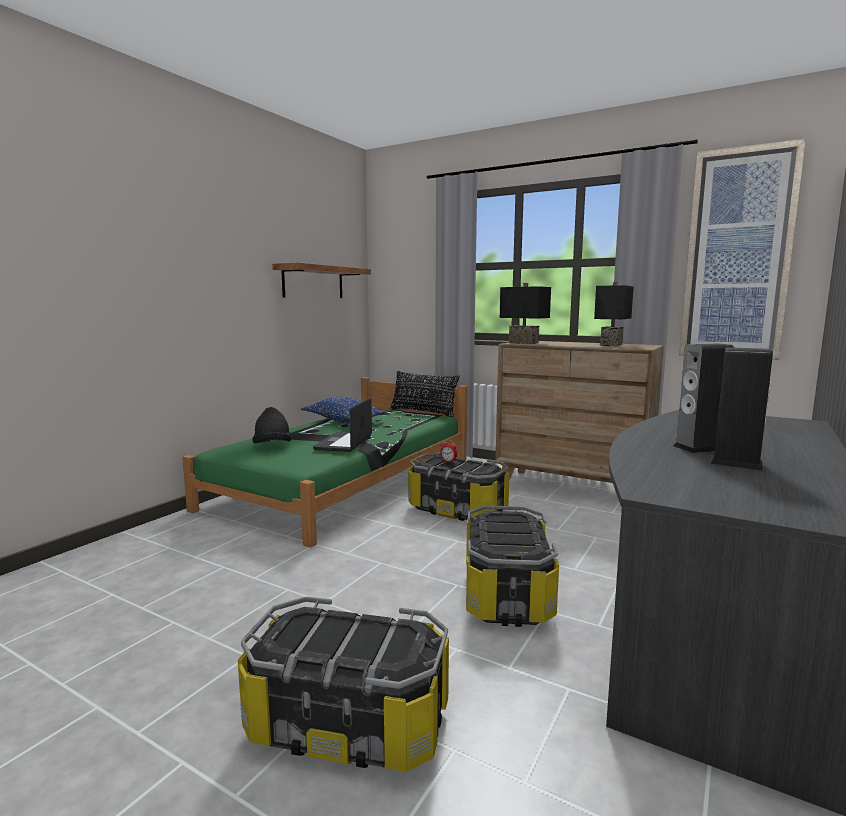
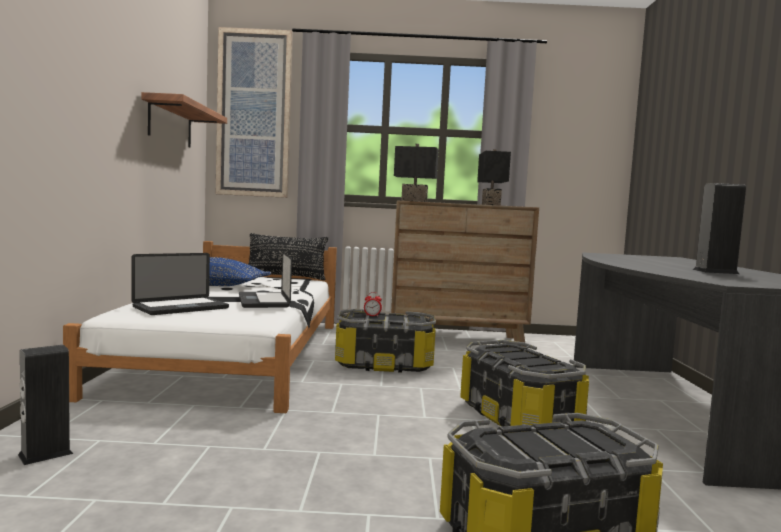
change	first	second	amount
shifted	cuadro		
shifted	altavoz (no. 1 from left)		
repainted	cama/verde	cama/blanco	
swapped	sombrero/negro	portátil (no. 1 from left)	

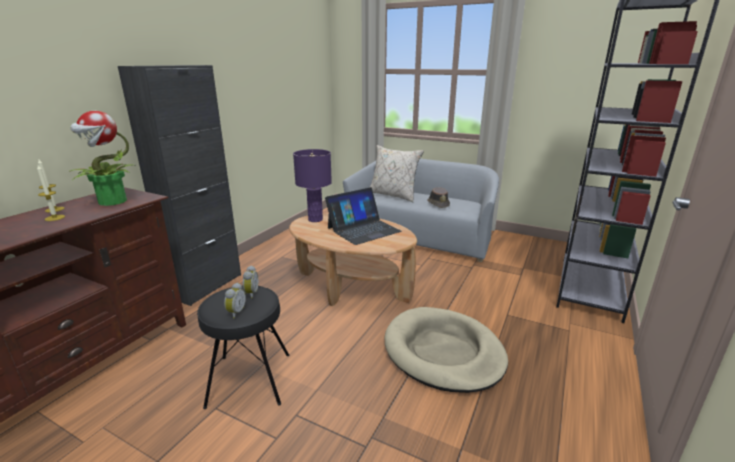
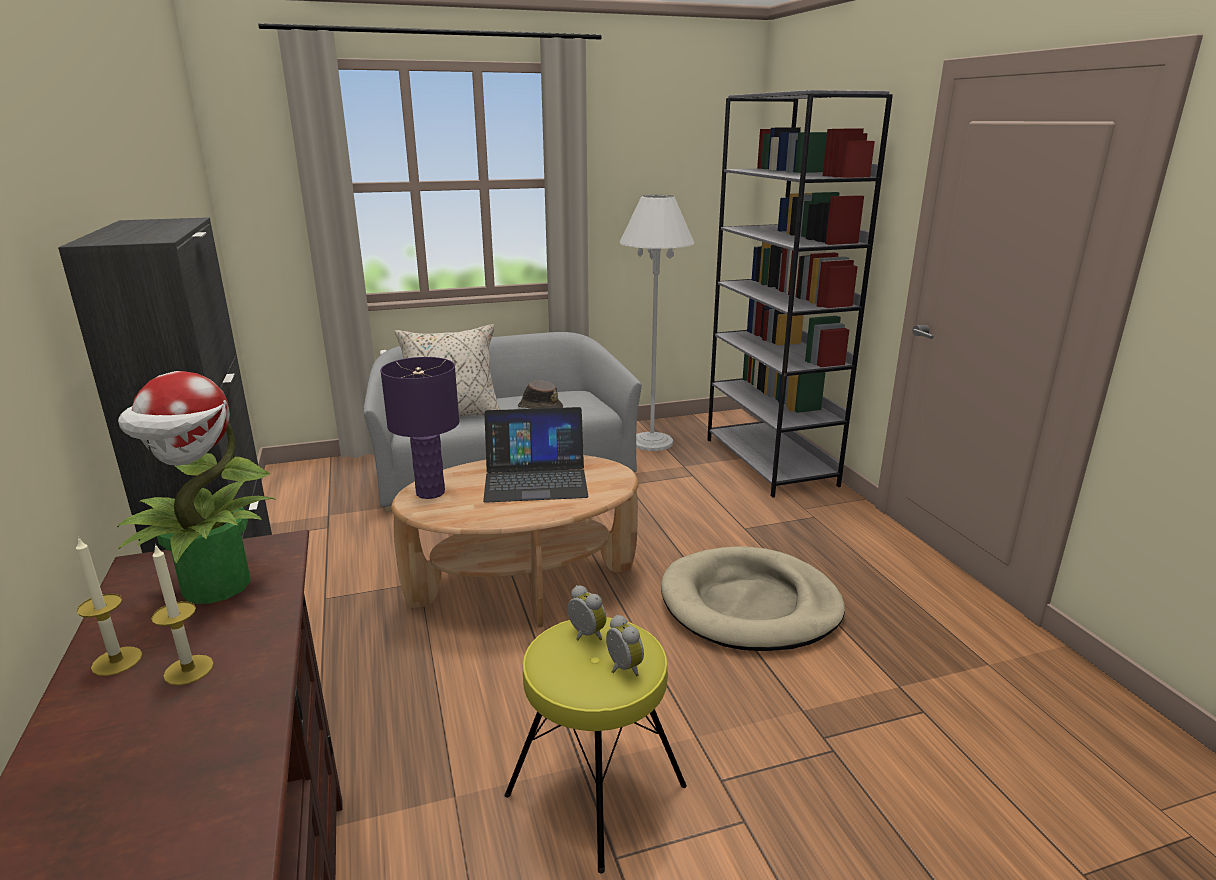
change	first	second	amount
rotated	portátil		75 degrees clockwise
repainted	taburete/negro	taburete/amarillo	
new		lámpara de pie/blanco	

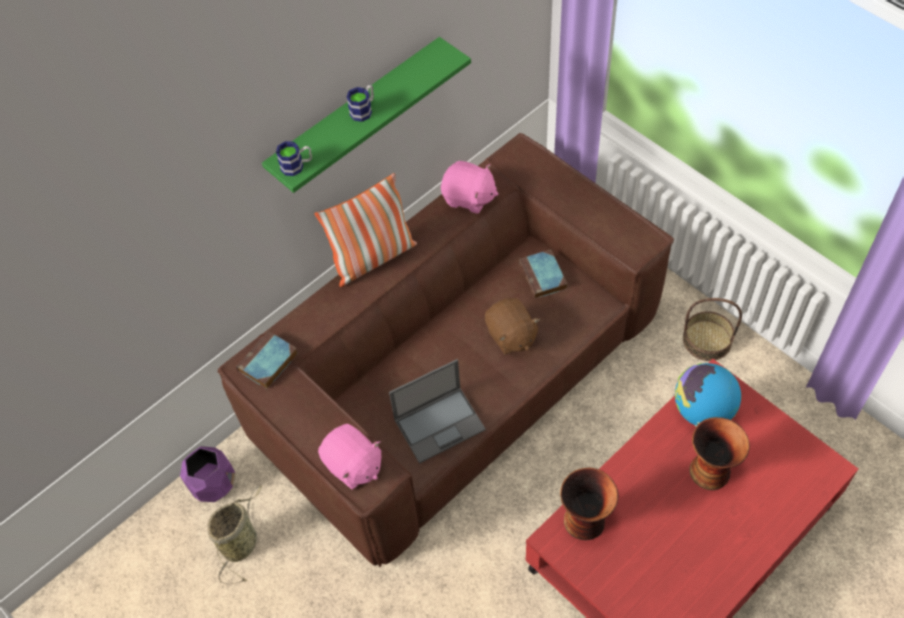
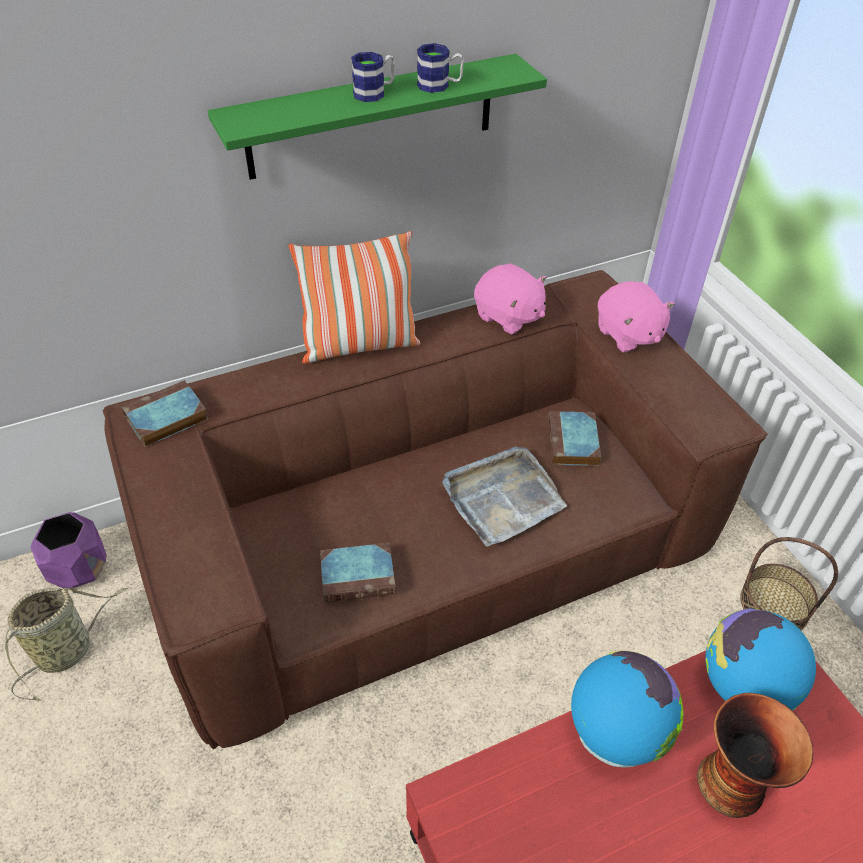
change	first	second	amount
shifted	taza grande (no. 1 from left in the first image)	taza grande (no. 2 from left)	
swapped	peluche/marrón	bandeja/gris	
swapped	portátil	libro (no. 2 from left)	
shifted	peluche/rosa (no. 1 from left in the first image)	peluche/rosa (no. 2 from left)	
gone	florero (no. 1 from left)		
new		globo terráqueo (no. 1 from left)	

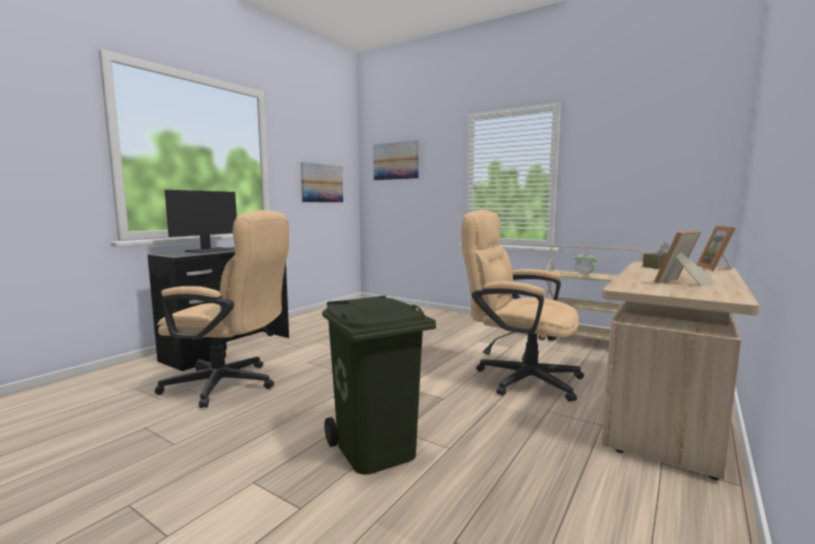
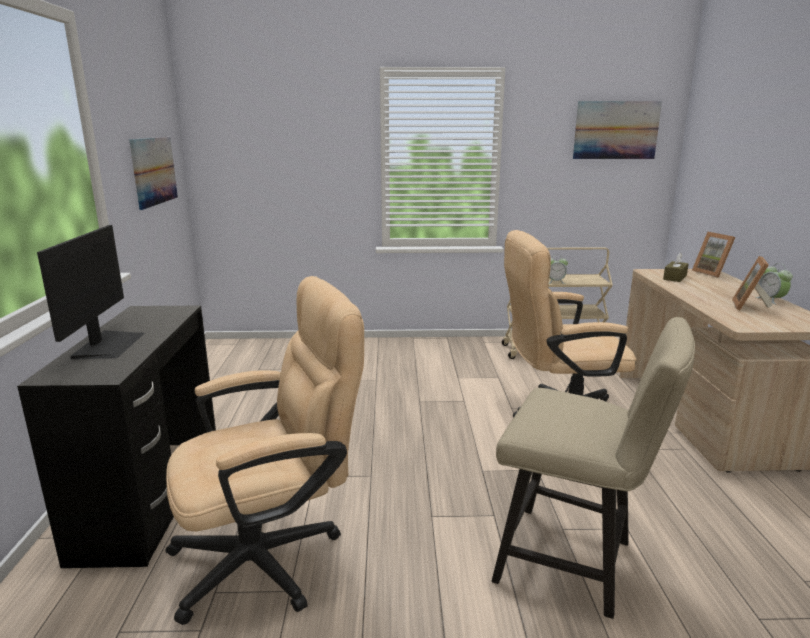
change	first	second	amount
shifted	cuadro (no. 2 from left)		
swapped	papelera/verde	silla/beis	
new		despertador (no. 2 from left)	

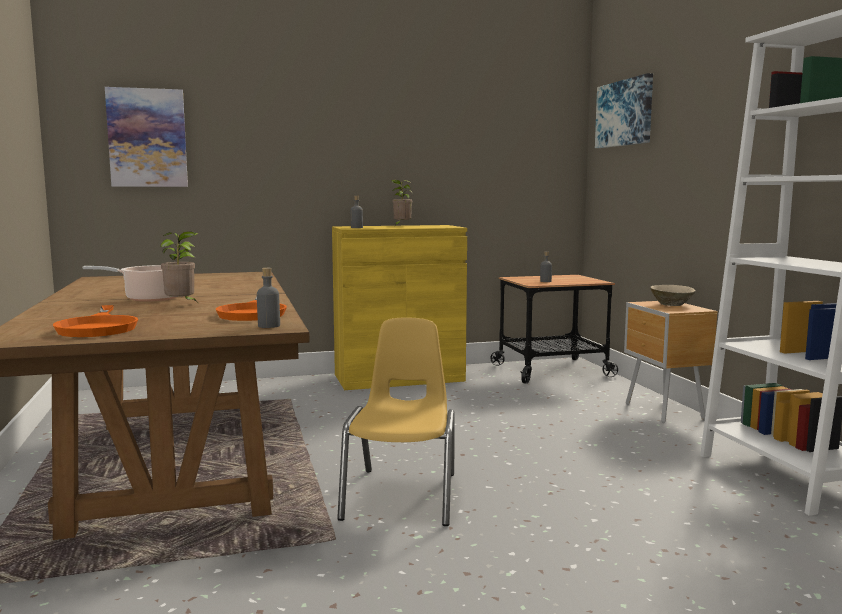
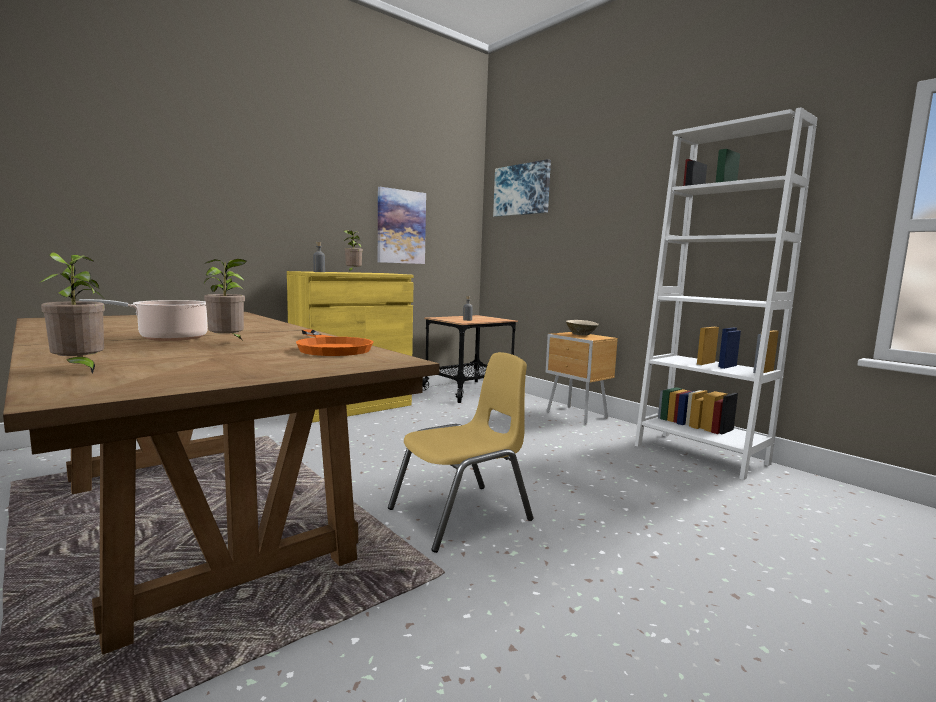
change	first	second	amount
shifted	cuadro (no. 1 from left)		
gone	botella/gris (no. 1 from left)		
gone	sartén/naranja (no. 1 from left)		
rotated	silla/amarillo		75 degrees clockwise
new		planta en maceta (no. 1 from left)	

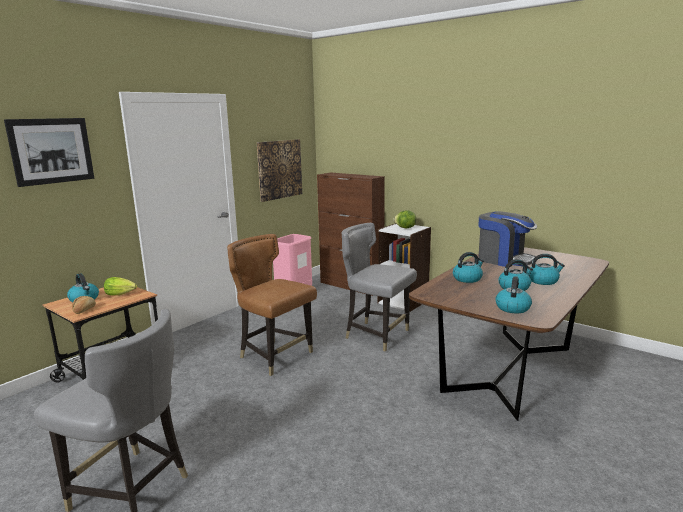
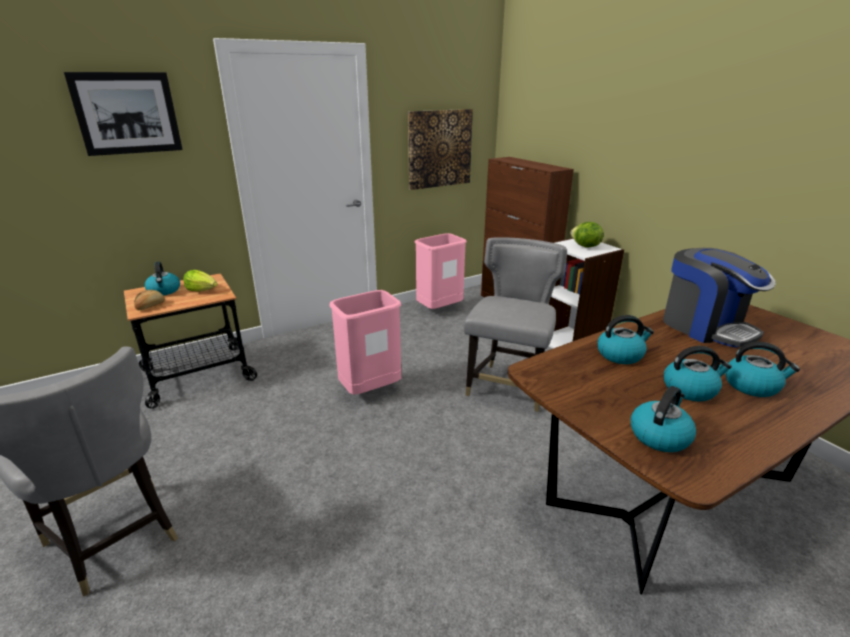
change	first	second	amount
rotated	silla/gris (no. 2 from left)		60 degrees clockwise
swapped	silla/marrón	papelera/rosa (no. 1 from left)	

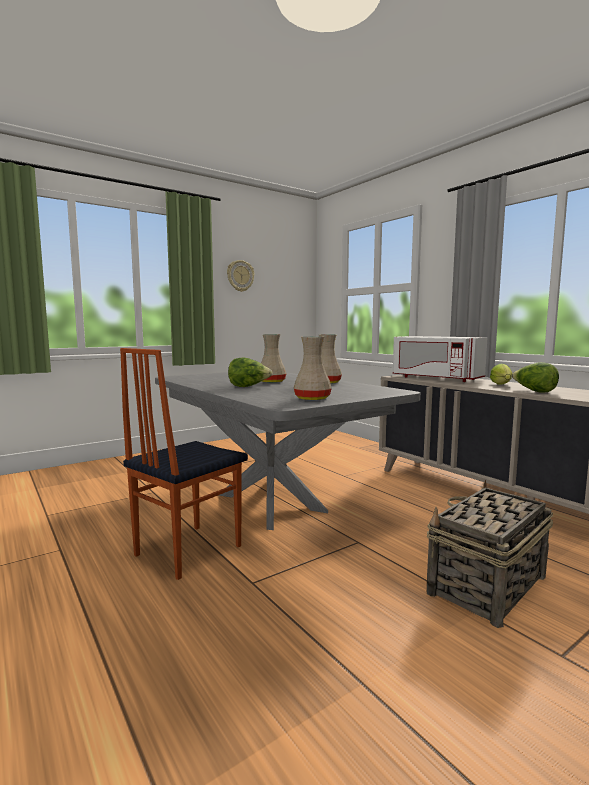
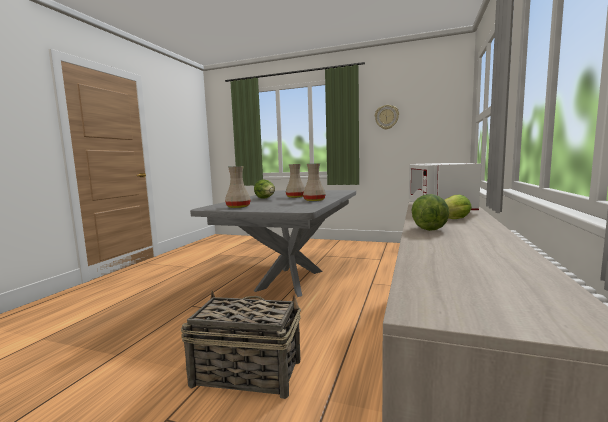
change	first	second	amount
gone	silla		

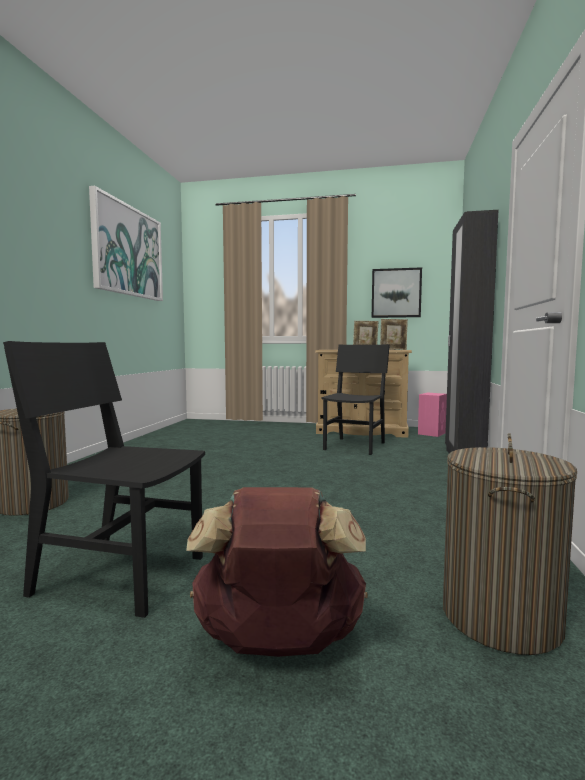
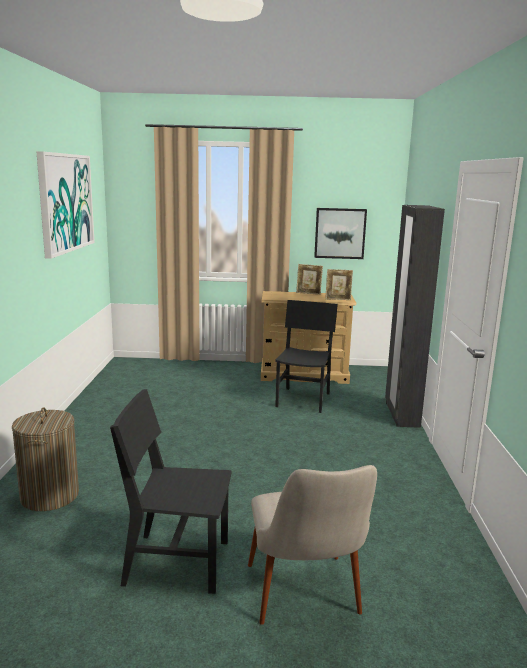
change	first	second	amount
gone	altavoz/rosa		
gone	cesto de la ropa (no. 2 from left)		
swapped	mochila/marrón	silla/beis	

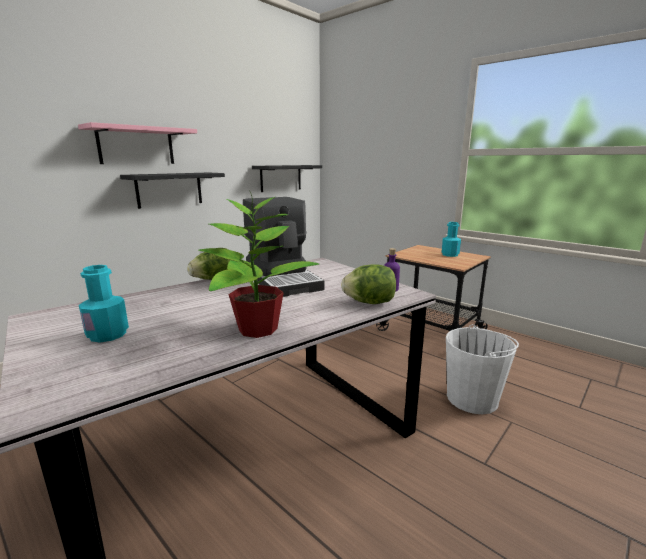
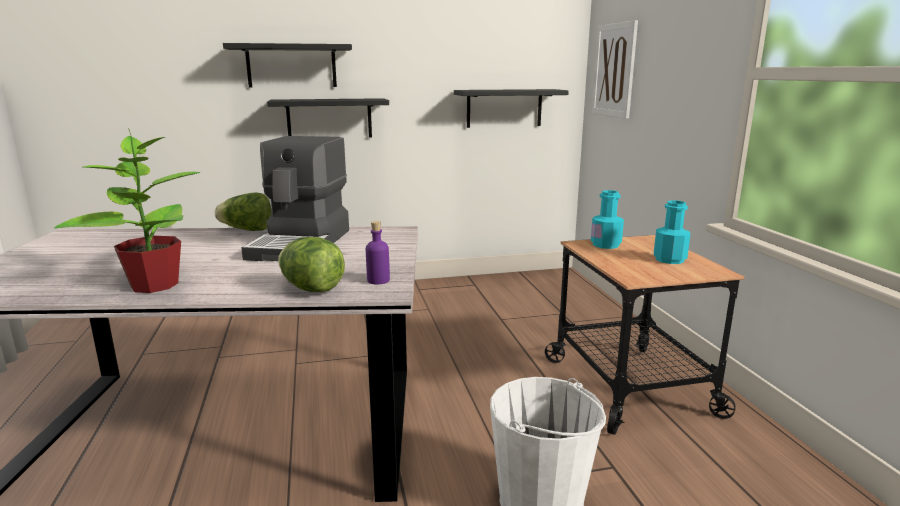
change	first	second	amount
repainted	estante/rosa	estante/negro (no. 1 from left)	
shifted	botella/turquesa (no. 1 from left)		
new		cuadro	

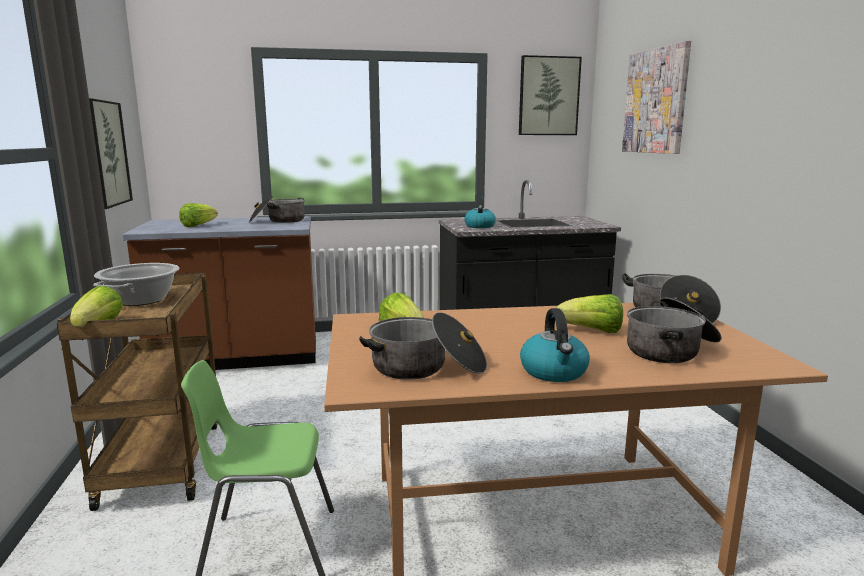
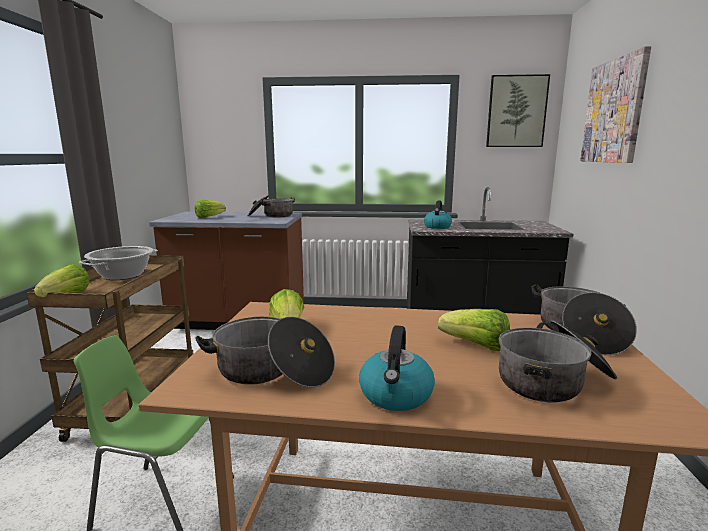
change	first	second	amount
gone	cuadro (no. 1 from left)		

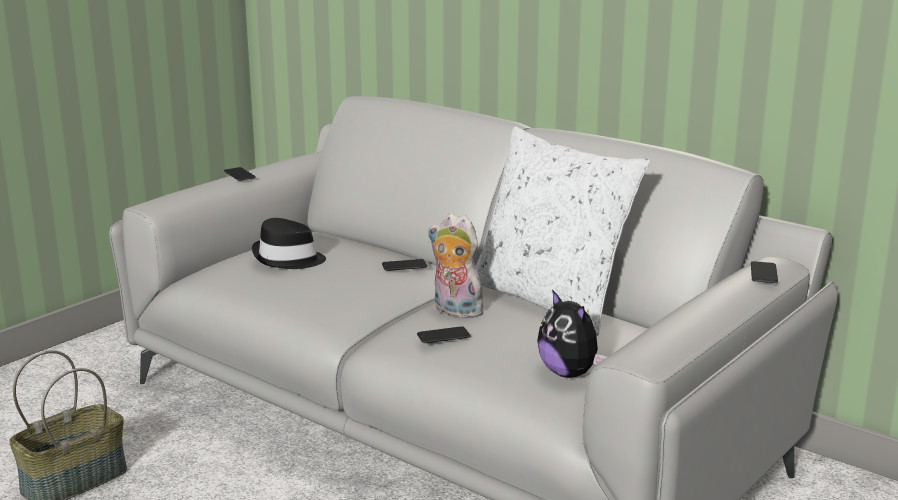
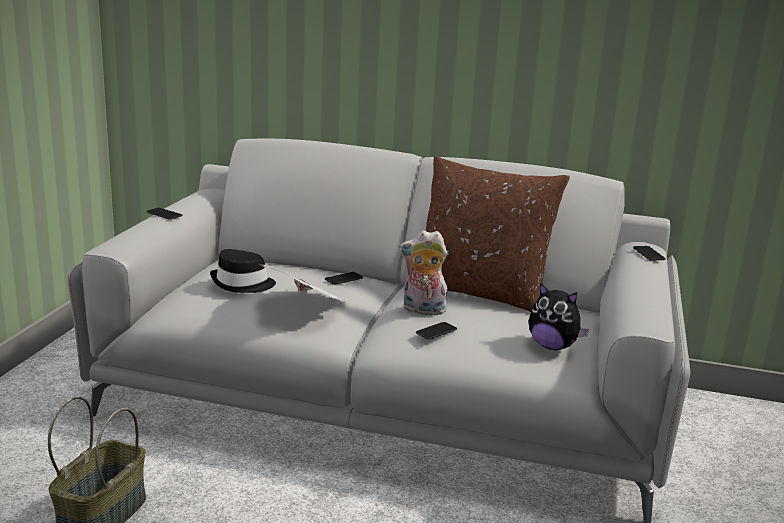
change	first	second	amount
repainted	cojín/blanco	cojín/marrón	
new		periódico	

